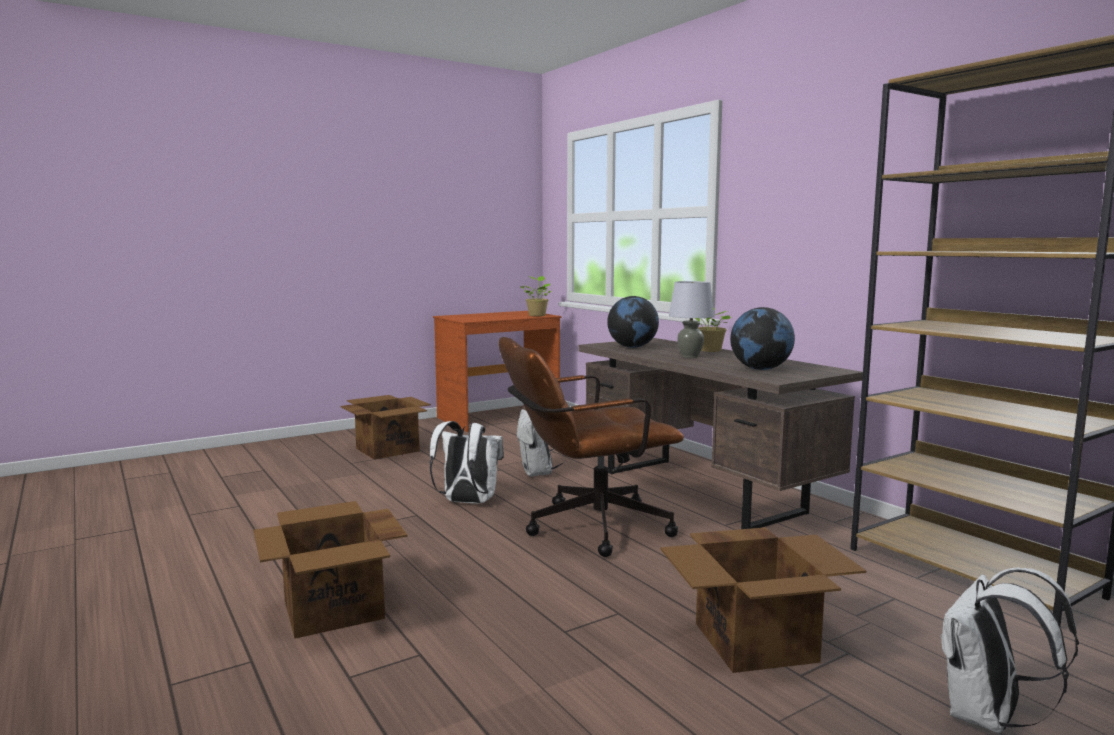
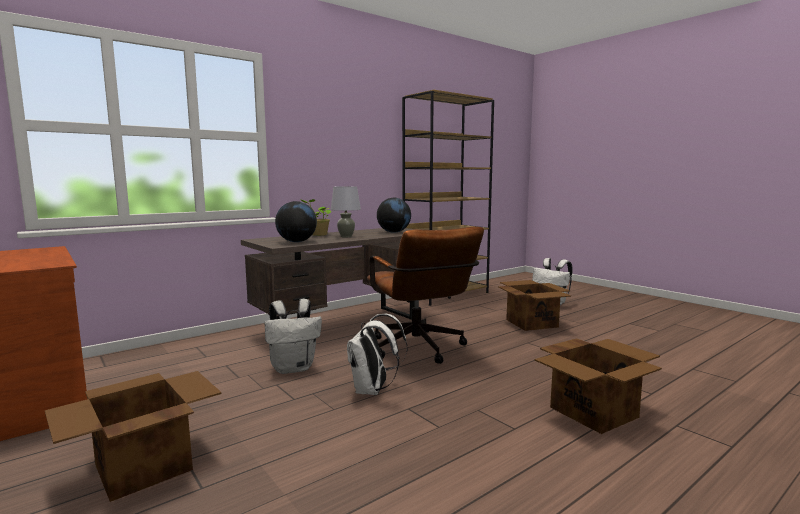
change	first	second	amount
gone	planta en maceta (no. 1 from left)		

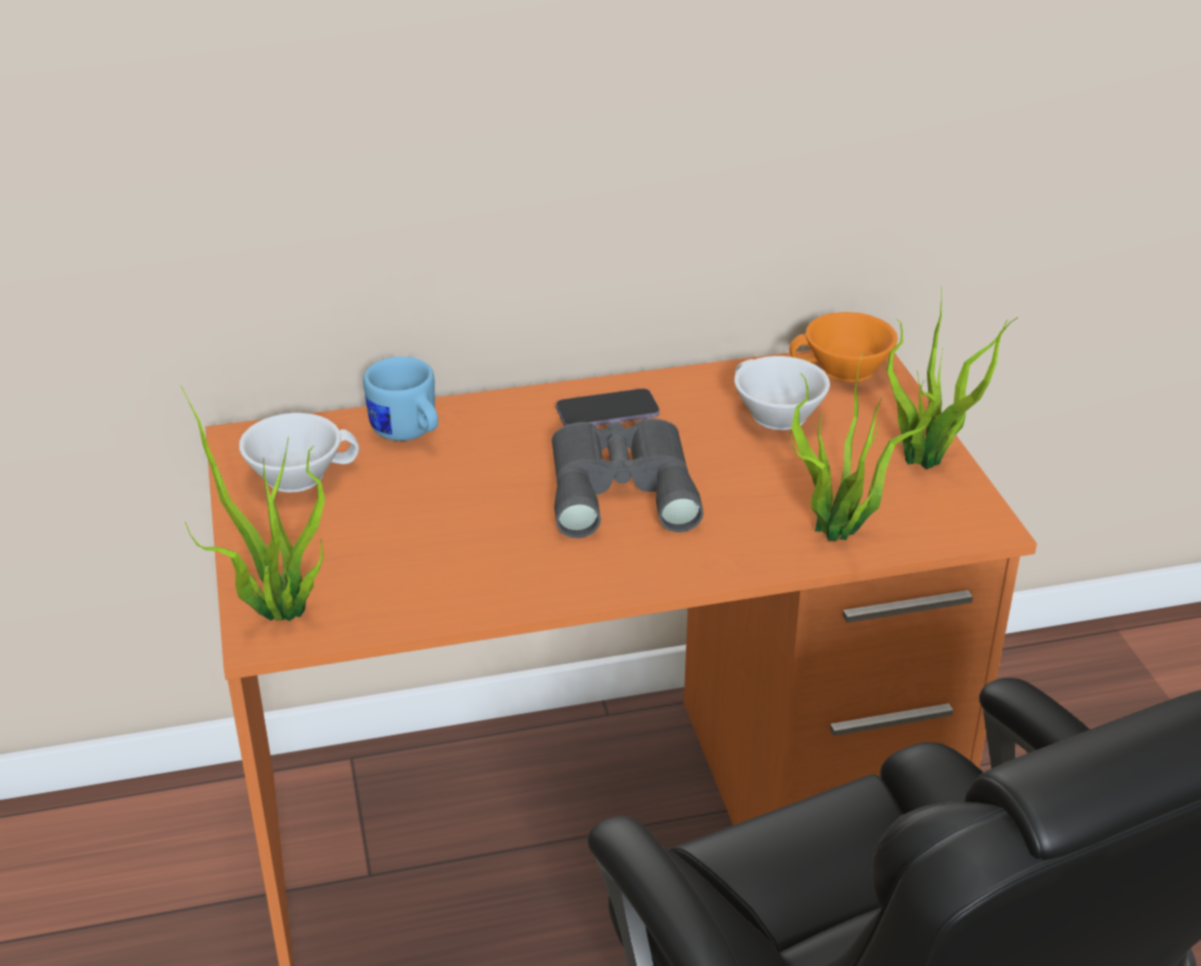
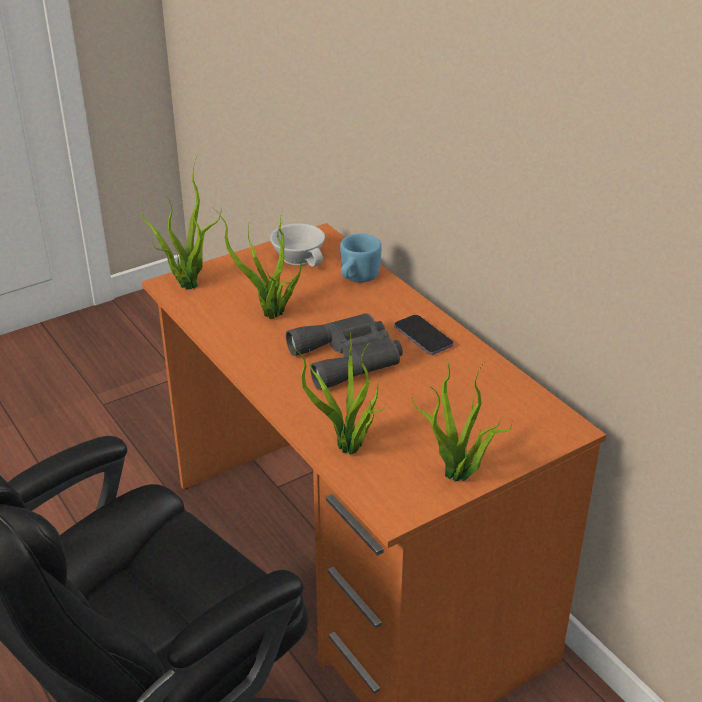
change	first	second	amount
gone	taza/naranja		
gone	taza/blanco (no. 2 from left)		
new		planta en maceta (no. 2 from left)	

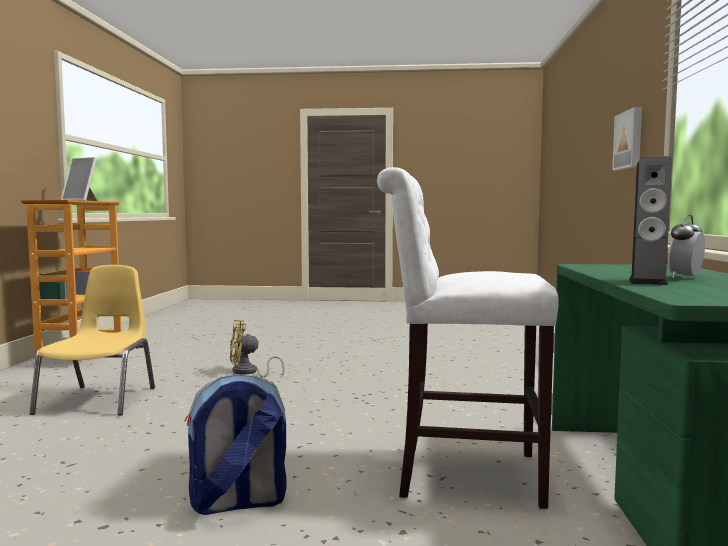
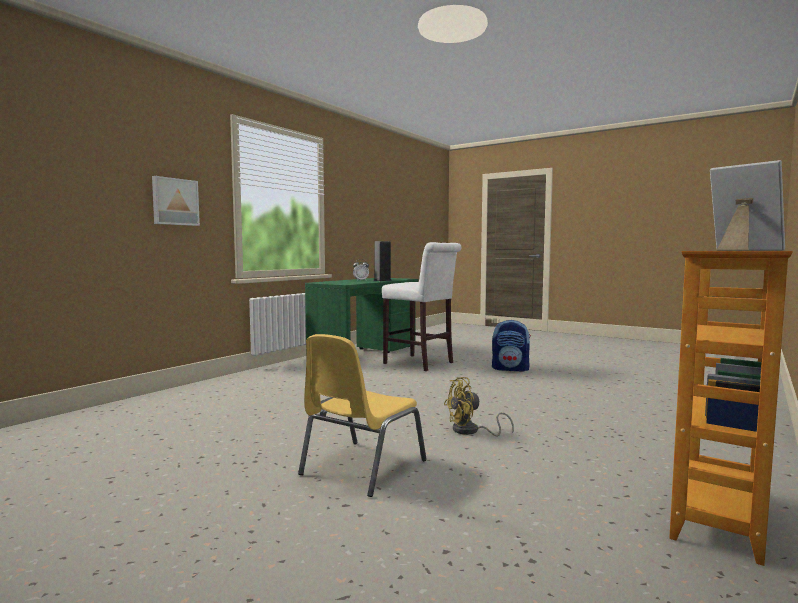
change	first	second	amount
shifted	silla/amarillo		
rotated	ventilador/amarillo		135 degrees clockwise

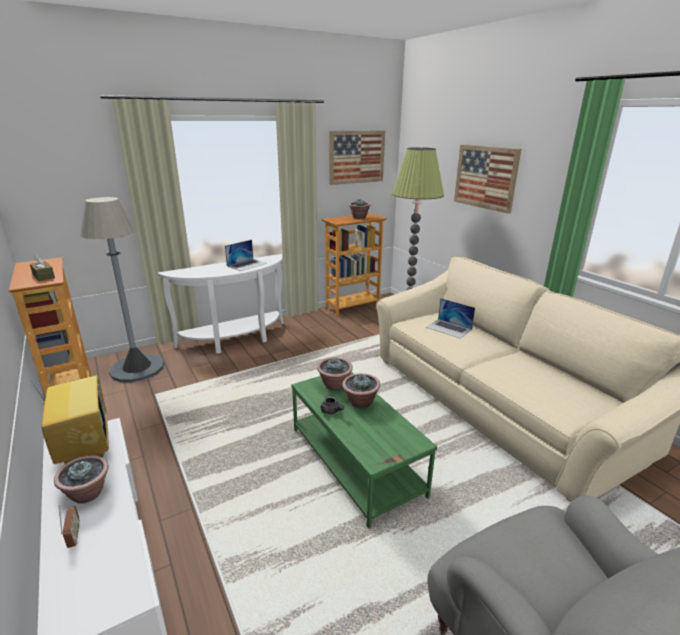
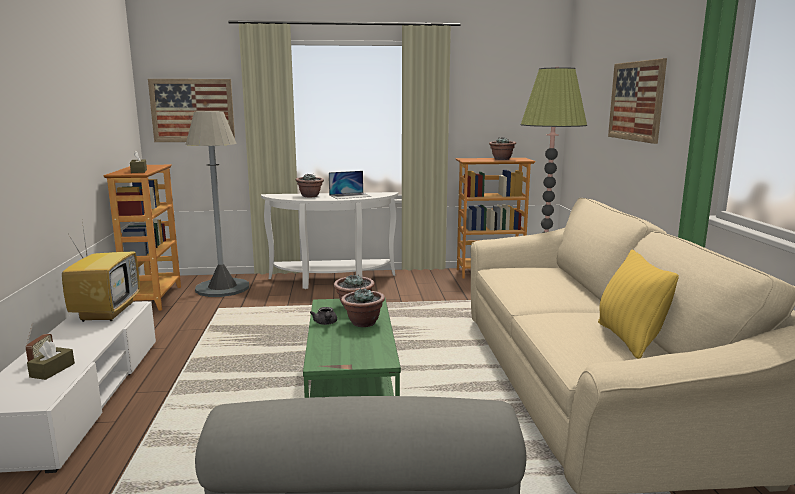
change	first	second	amount
shifted	cuadro (no. 1 from left)		
gone	portátil (no. 2 from left)		
shifted	planta en maceta (no. 1 from left)		
new		cojín/amarillo	
new		caja de pañuelos/marrón (no. 1 from left)	

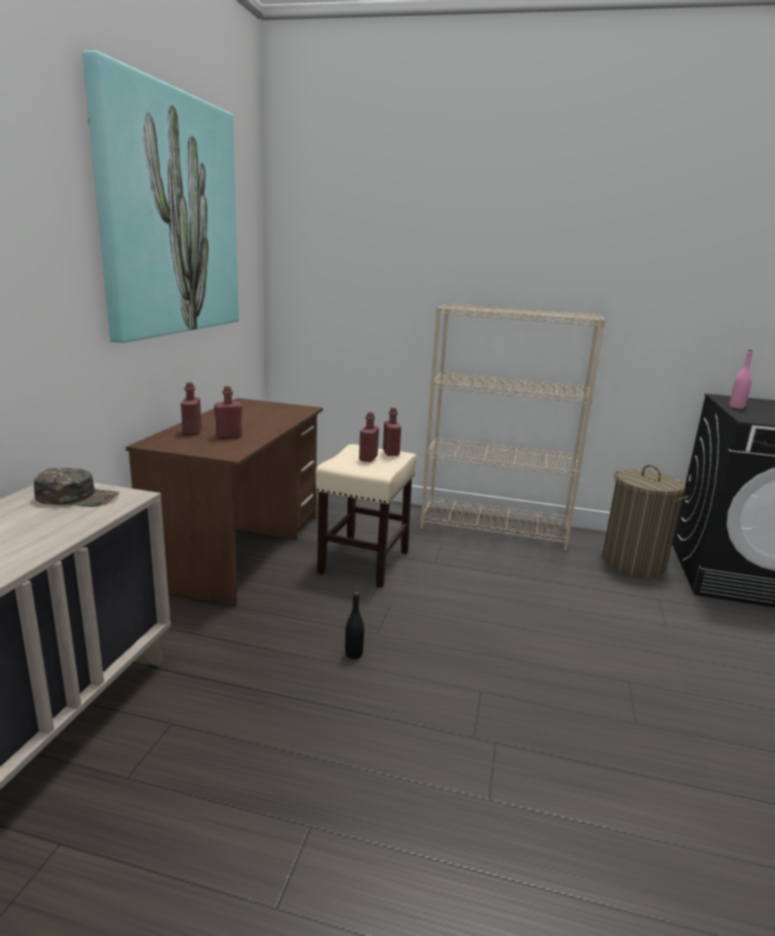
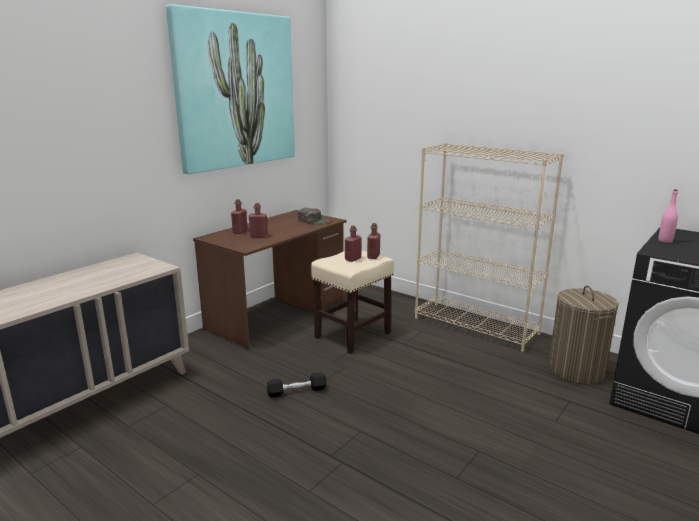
change	first	second	amount
shifted	gorra/verde		
swapped	botella/negro	mancuerna/negro	

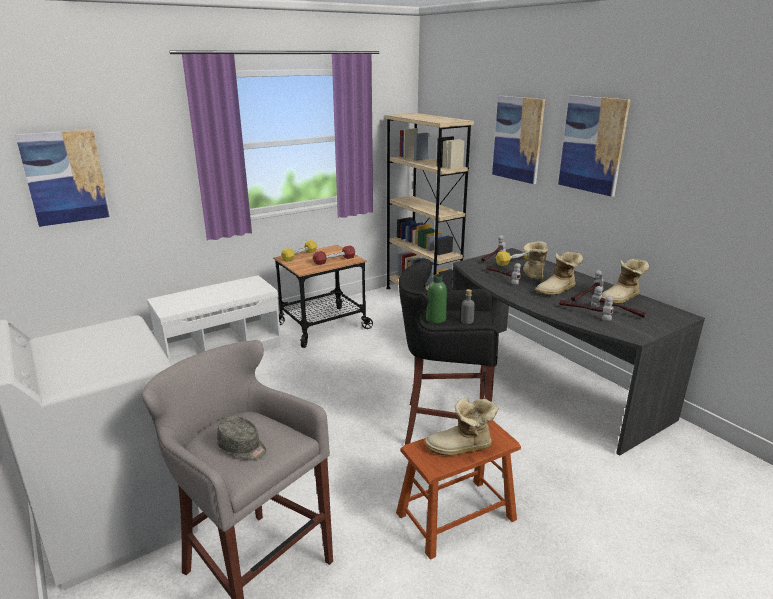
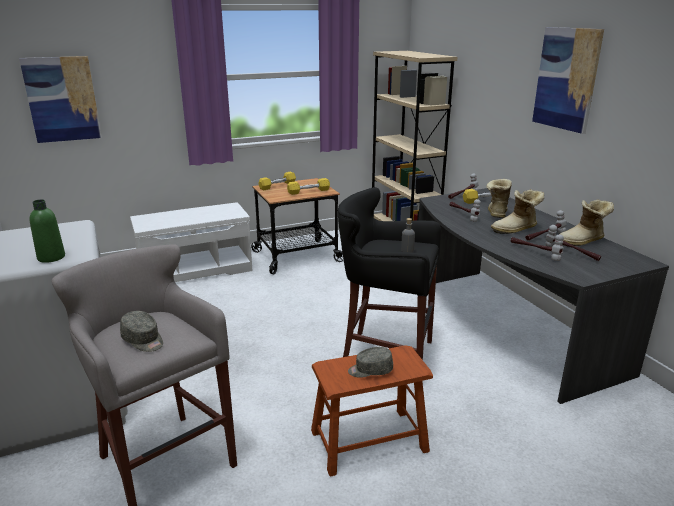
change	first	second	amount
gone	cuadro (no. 2 from left)		
repainted	mancuerna/rojo	mancuerna/amarillo (no. 2 from left)	
shifted	botella/verde		
swapped	bota (no. 1 from left)	gorra/gris (no. 2 from left)	

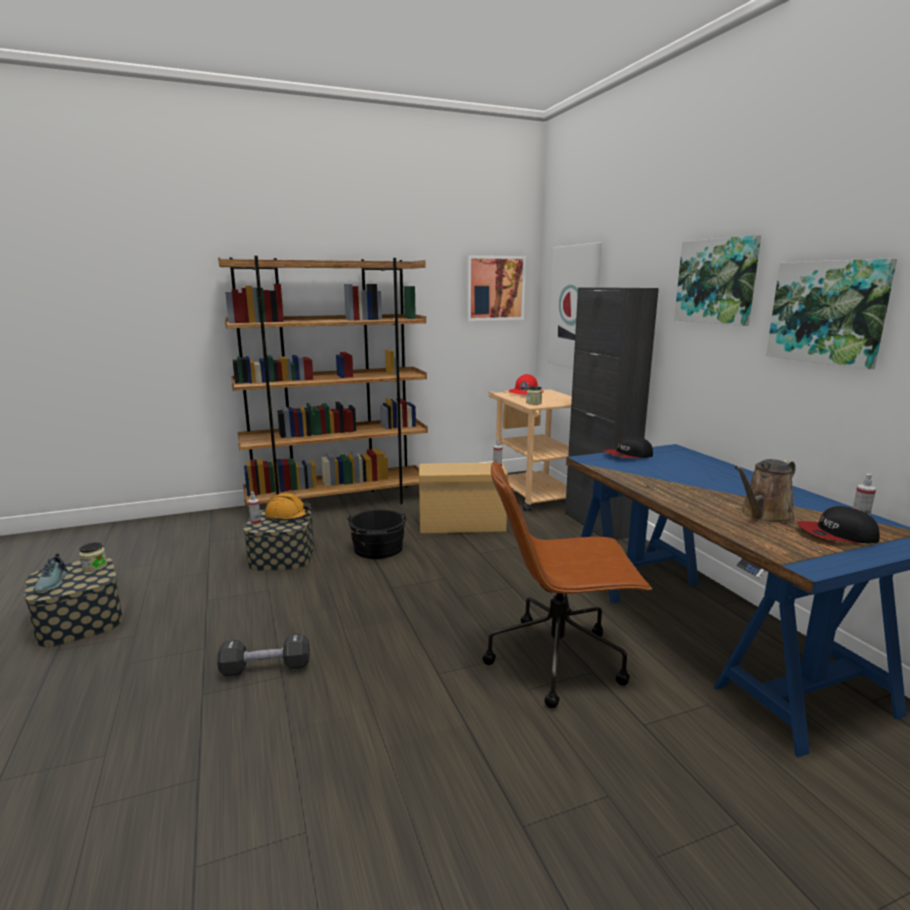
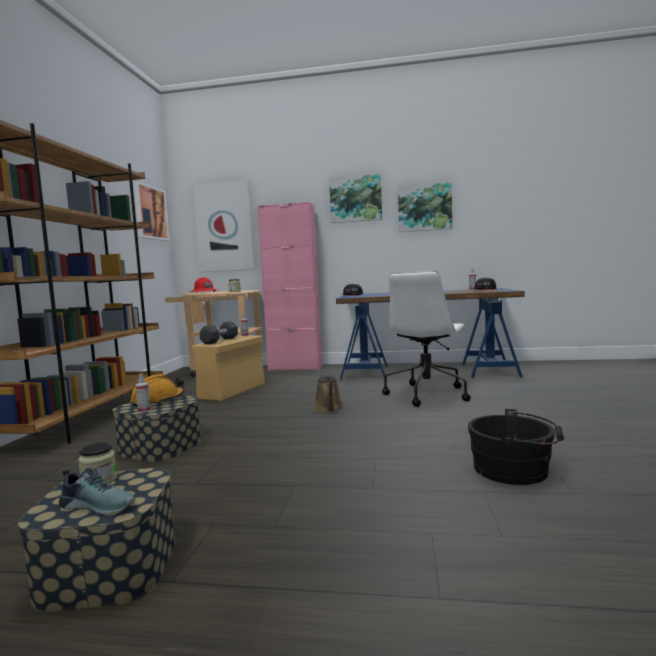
change	first	second	amount
repainted	armario/negro	armario/rosa	
shifted	regadera/marrón		
repainted	silla de oficina/marrón	silla de oficina/blanco	
shifted	cubo/negro		
shifted	mancuerna/negro		

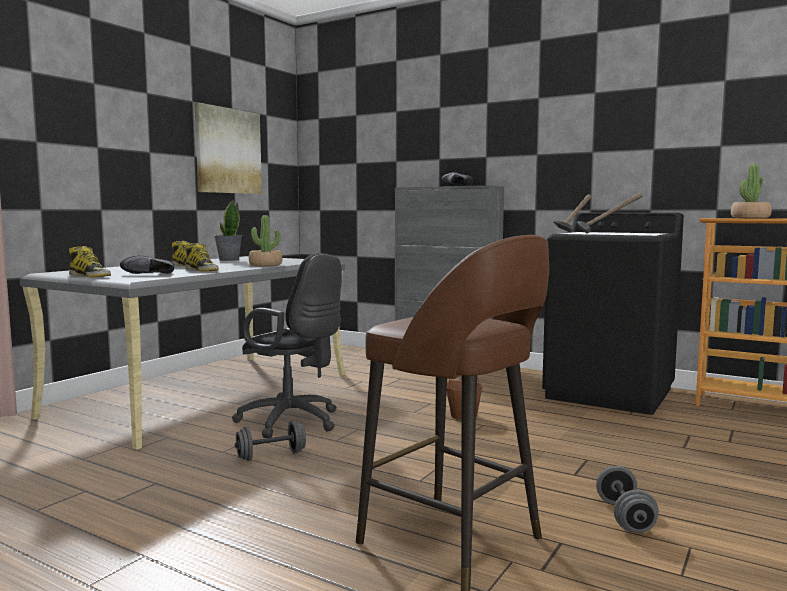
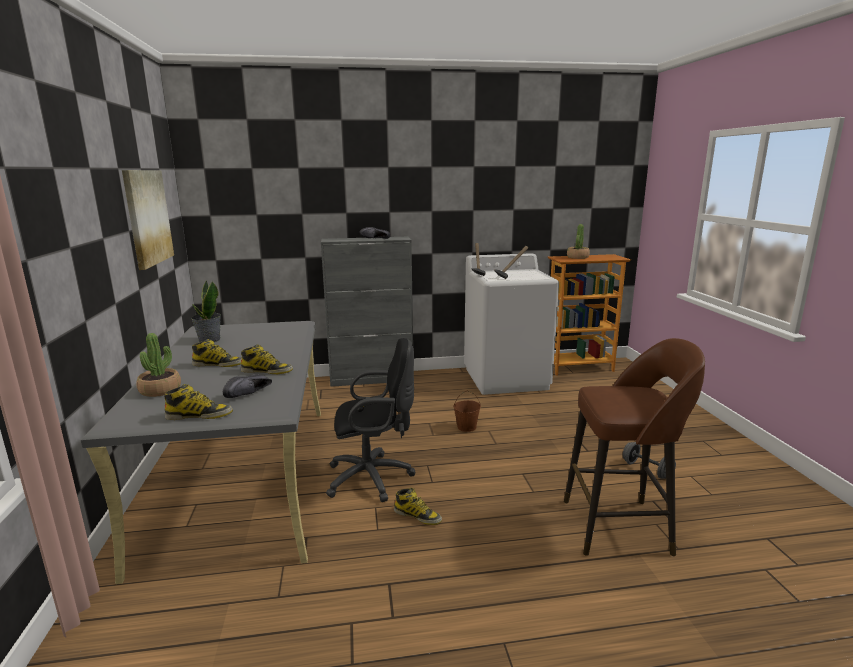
change	first	second	amount
repainted	lavadora/negro	lavadora/blanco	
shifted	planta en maceta (no. 2 from left in the first image)	planta en maceta (no. 1 from left)	
swapped	mancuerna/gris (no. 1 from left)	bota (no. 4 from left)	

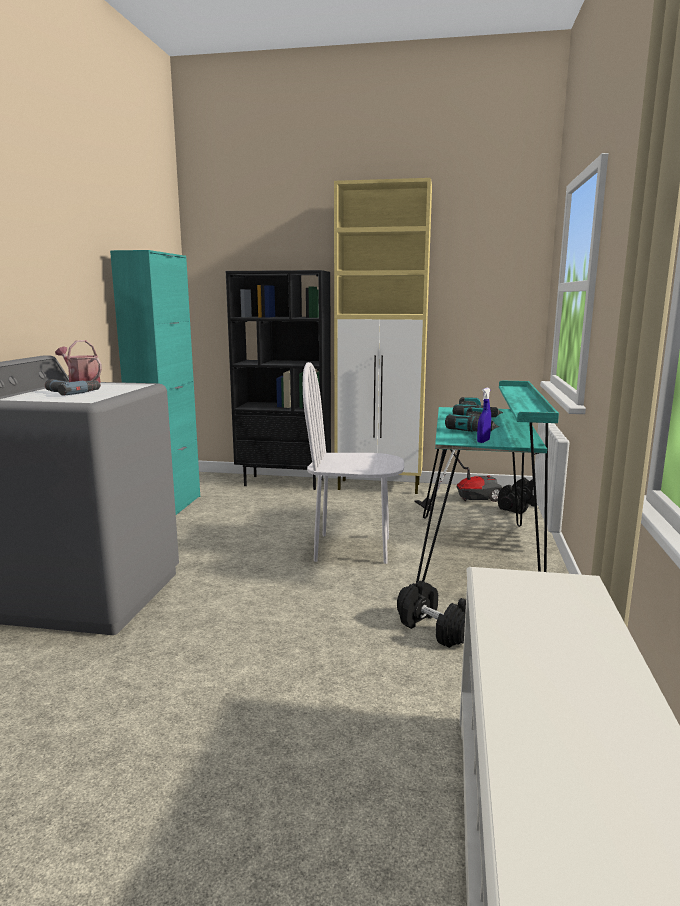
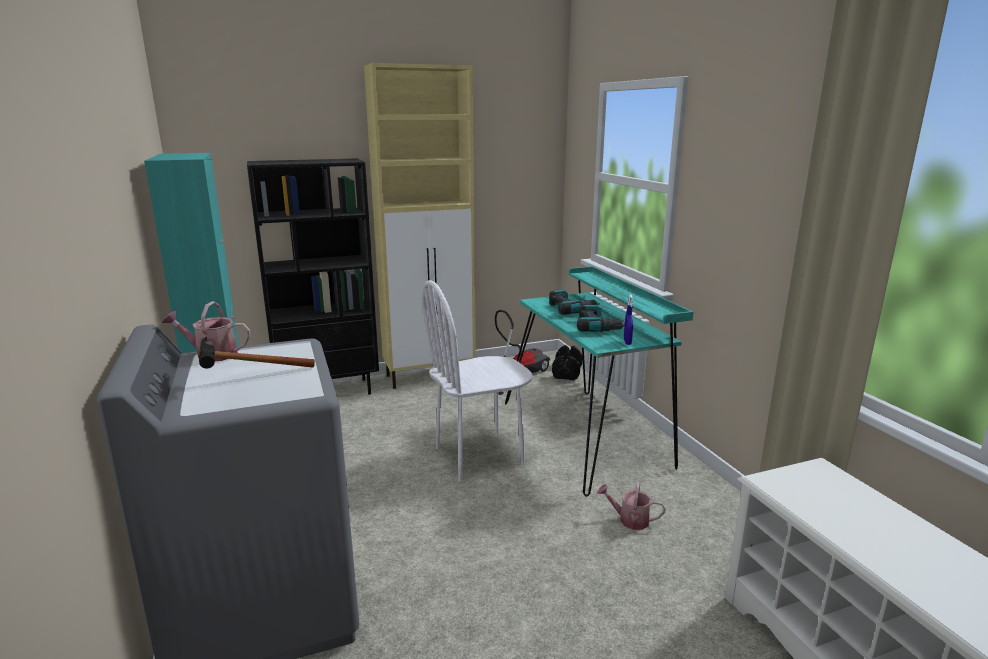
change	first	second	amount
swapped	taladro (no. 1 from left)	martillo	
swapped	mancuerna/negro (no. 1 from left)	regadera (no. 2 from left)	

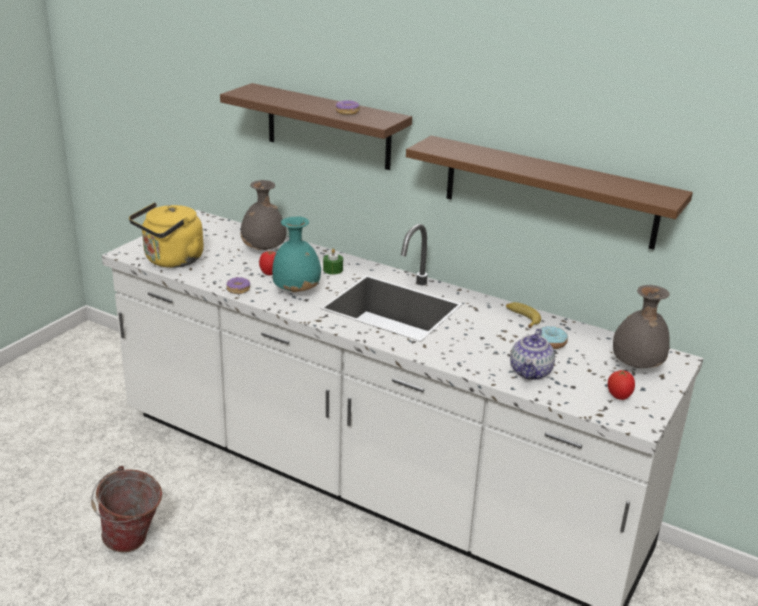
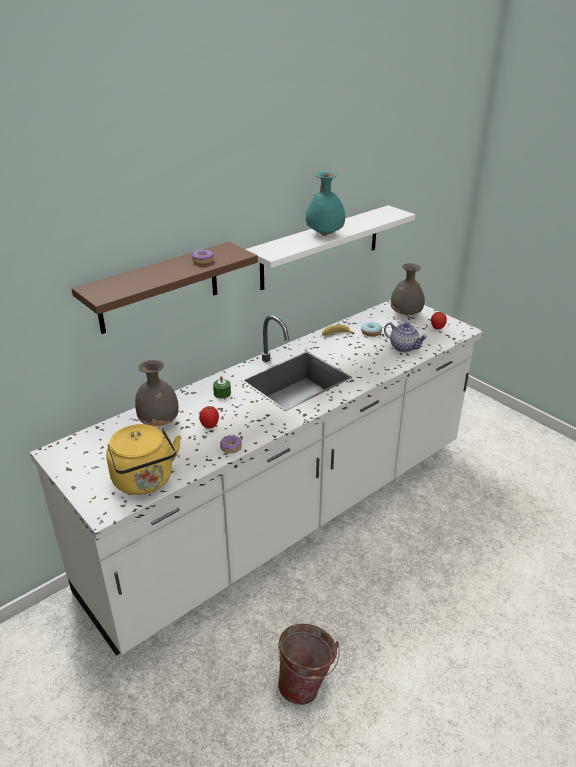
change	first	second	amount
repainted	estante/marrón (no. 2 from left)	estante/blanco	
shifted	florero/turquesa		

